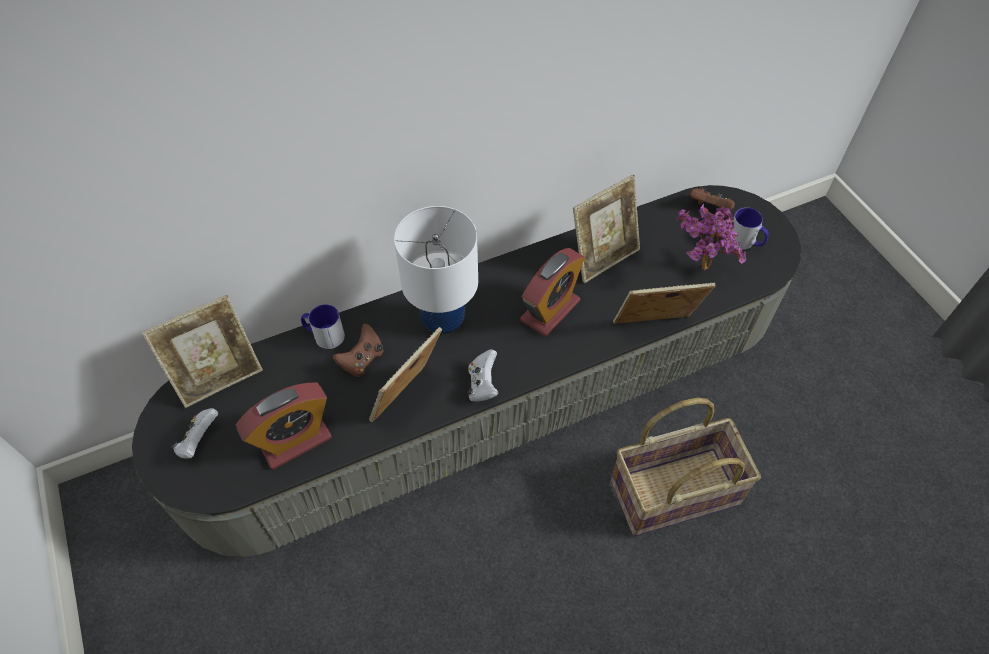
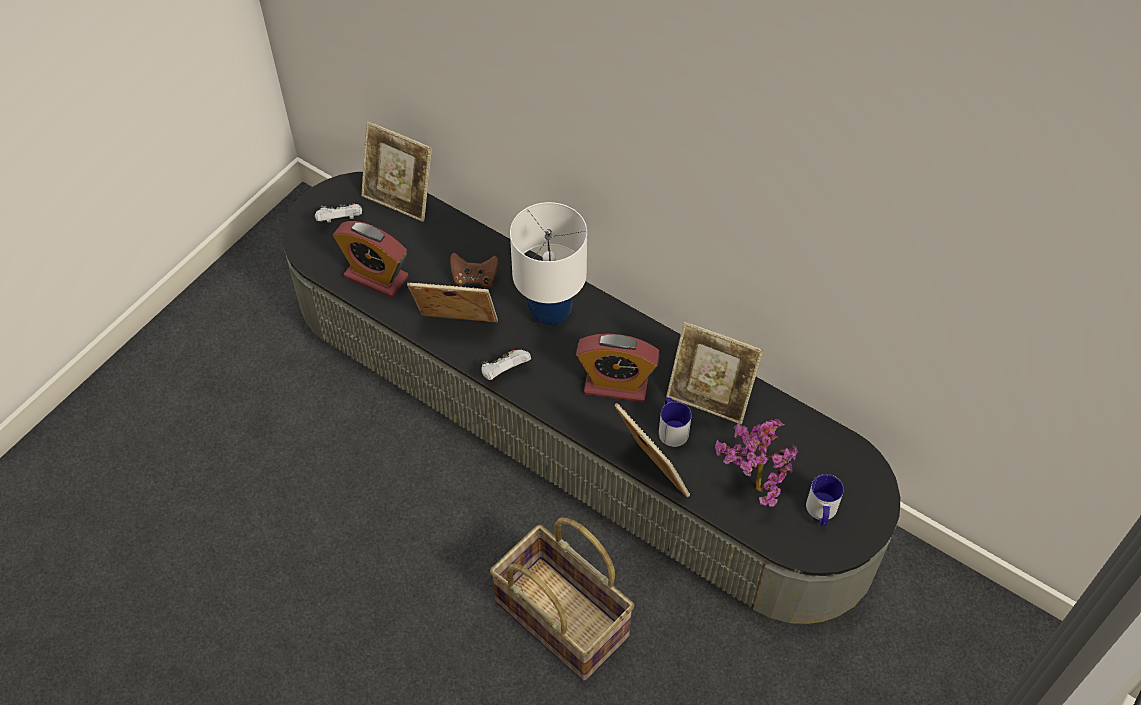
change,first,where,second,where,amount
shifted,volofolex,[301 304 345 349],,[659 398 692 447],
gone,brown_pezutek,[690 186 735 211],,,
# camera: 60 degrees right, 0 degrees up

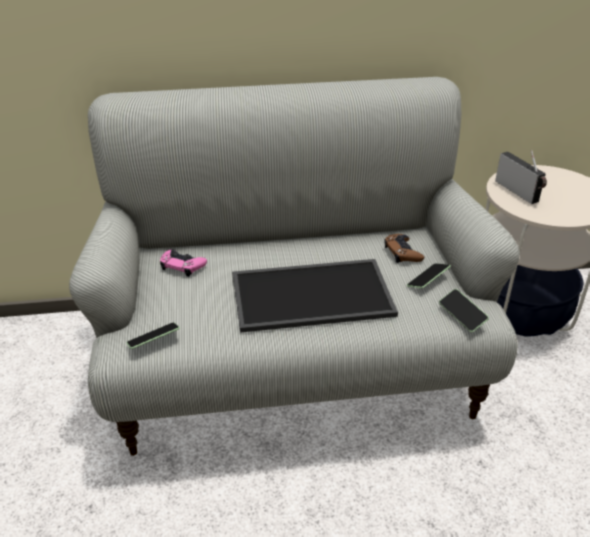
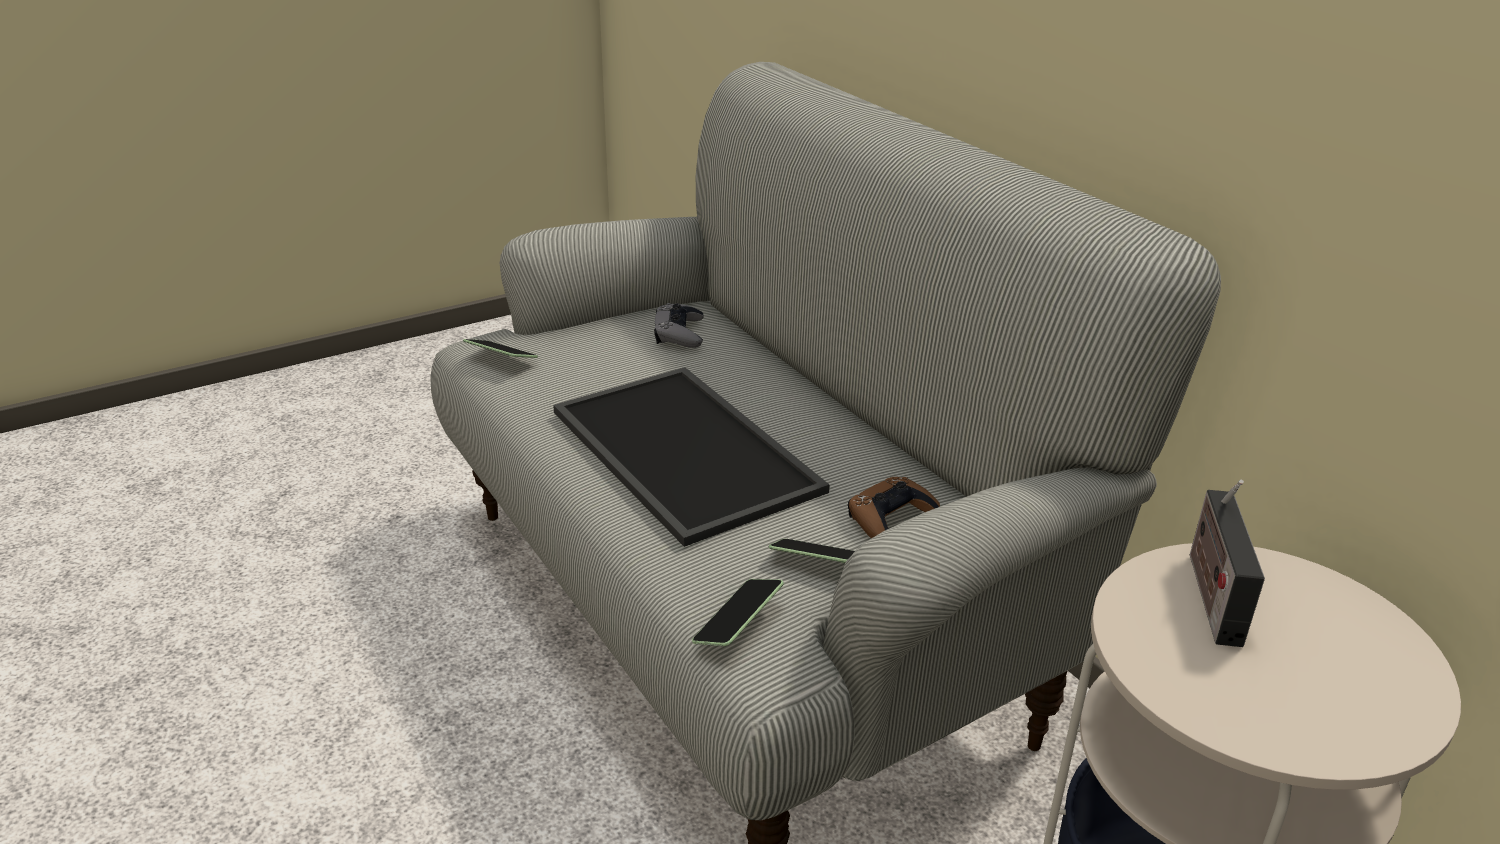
change,first,where,second,where,amount
repainted,pink_pezutek,[160 250 207 277],grey_pezutek,[654 303 704 348],
rotated,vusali,[495 150 547 204],,[1190 480 1265 647],150 degrees clockwise
# camera: 65 degrees right, 5 degrees down

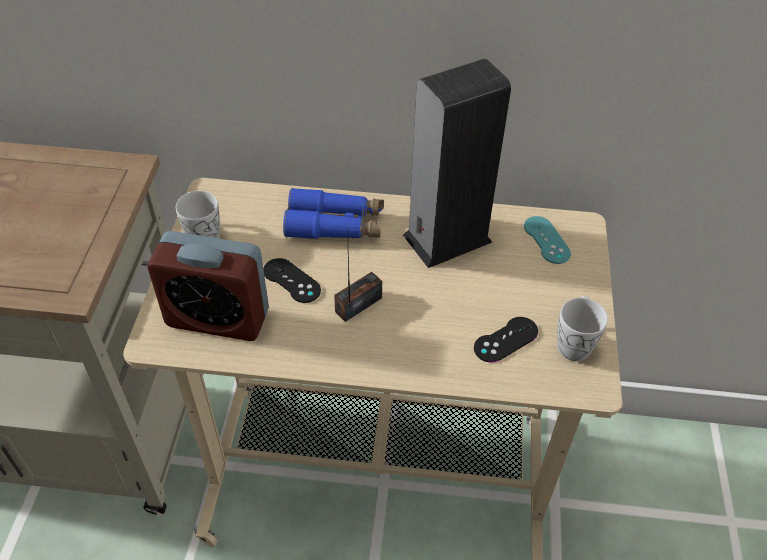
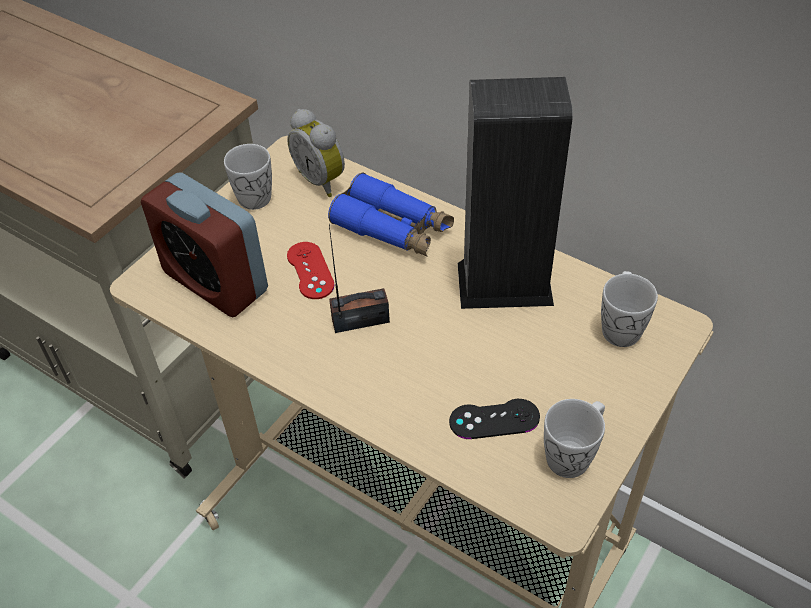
change,first,where,second,where,amount
new,,,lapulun,[287 109 345 197],
repainted,black_pezutek,[263 258 321 303],red_pezutek,[287 242 335 299],
swapped,turquoise_pezutek,[524 216 571 264],white_volofolex,[601 271 658 347],
# camera: 30 degrees right, 0 degrees up

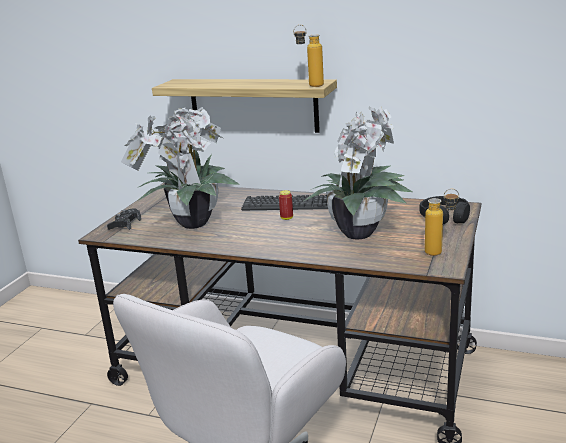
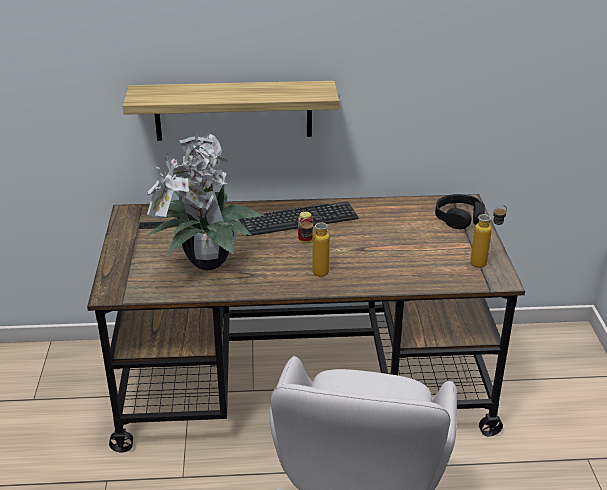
change,first,where,second,where,amount
shifted,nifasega,[293 25 324 87],,[300 218 330 277],
gone,black_pezutek,[107 208 141 230],,,
gone,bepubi,[304 106 413 239],,,
# camera: 25 degrees left, 10 degrees up

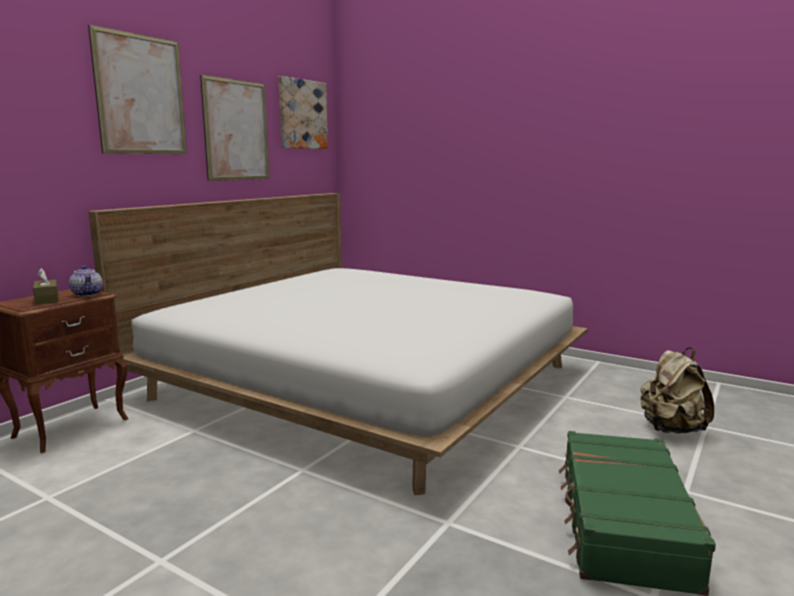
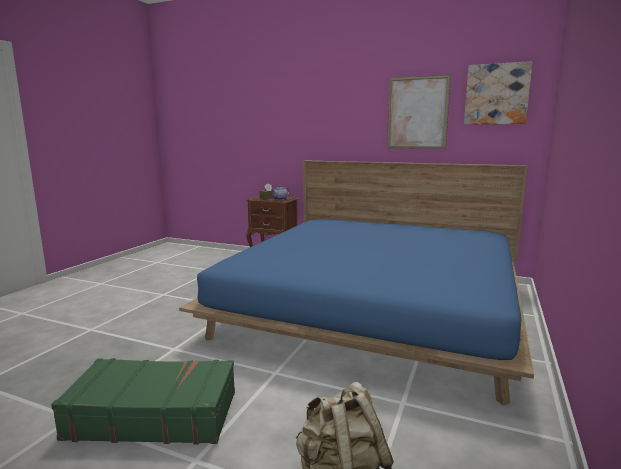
change,first,where,second,where,amount
repainted,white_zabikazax,[88 193 588 495],blue_zabikazax,[179 161 534 405],
gone,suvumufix,[88 25 187 154],,,
# camera: 80 degrees right, 0 degrees up

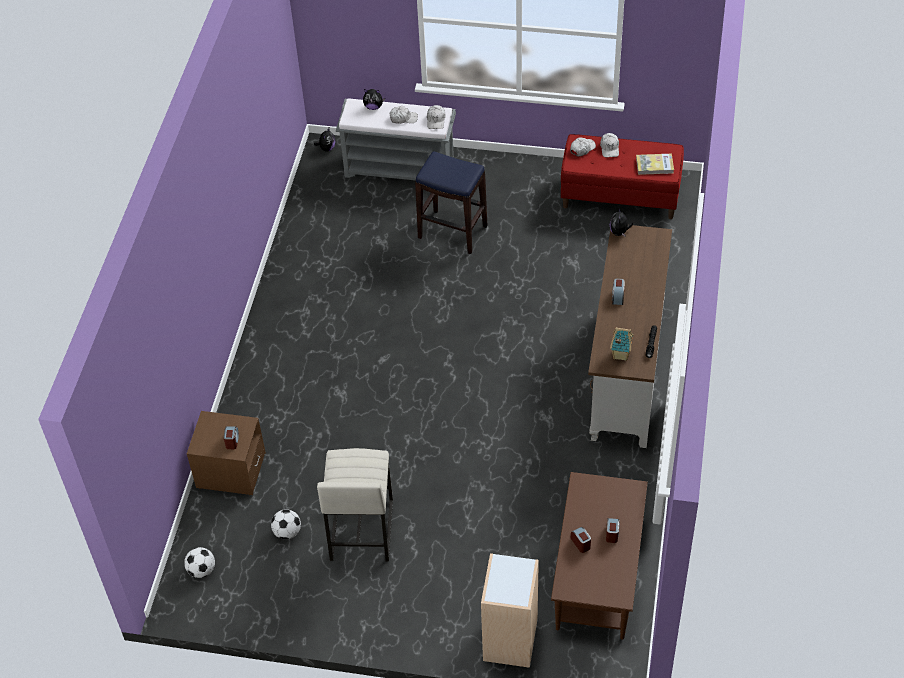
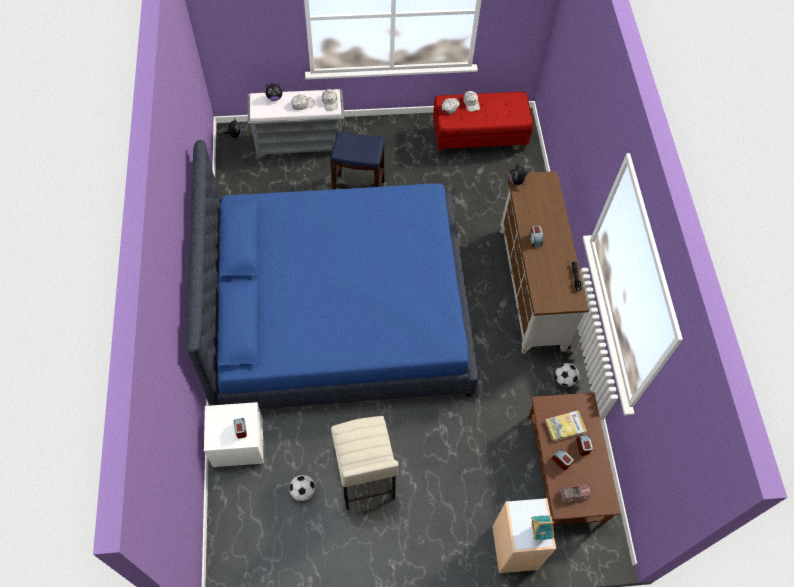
change,first,where,second,where,amount
new,,,blue_zabikazax,[185 140 478 409],
repainted,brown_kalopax,[187 411 266 495],white_kalopax,[204 402 264 467],
shifted,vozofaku,[610 328 634 361],,[531 516 554 540],
shifted,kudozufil,[636 154 674 175],,[545 410 587 442],
shifted,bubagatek,[184 547 215 578],,[555 363 579 387],
new,,,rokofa,[560 485 591 503],
# camera: 20 degrees left, 10 degrees up

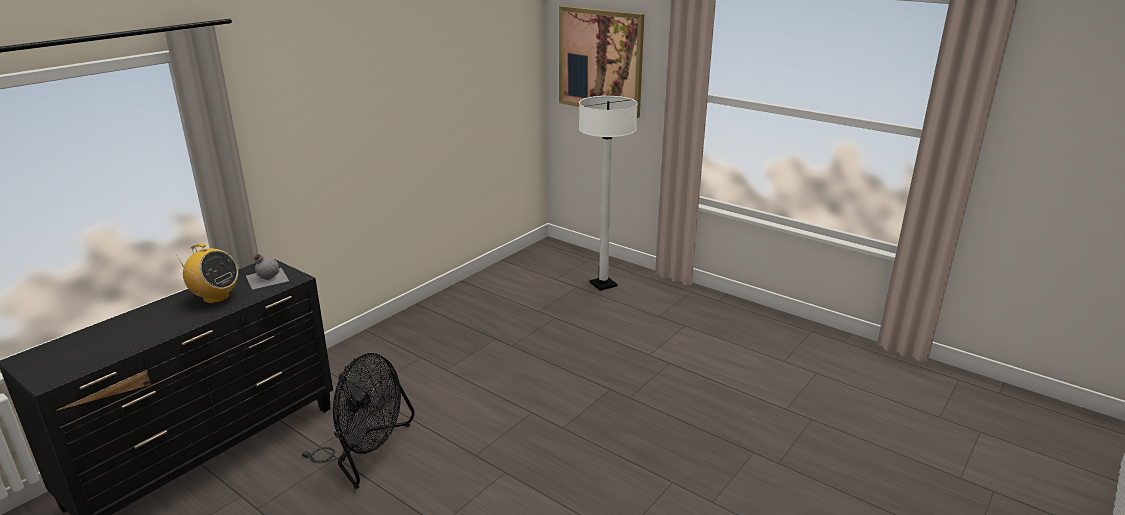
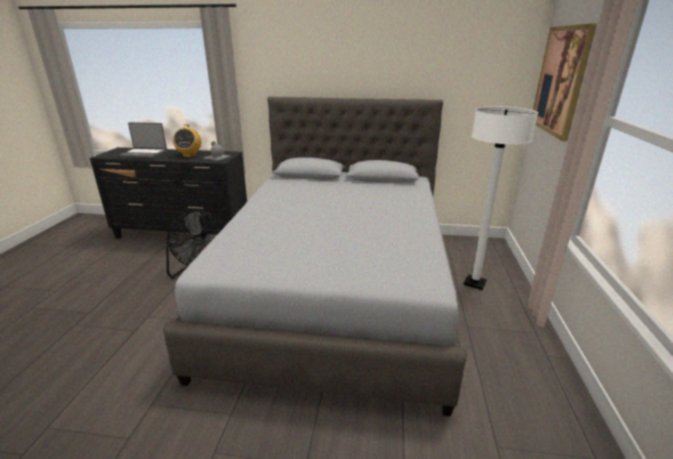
change,first,where,second,where,amount
new,,,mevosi,[118 122 167 159],
new,,,grey_zabikazax,[163 97 467 416],
# camera: 60 degrees right, 0 degrees up

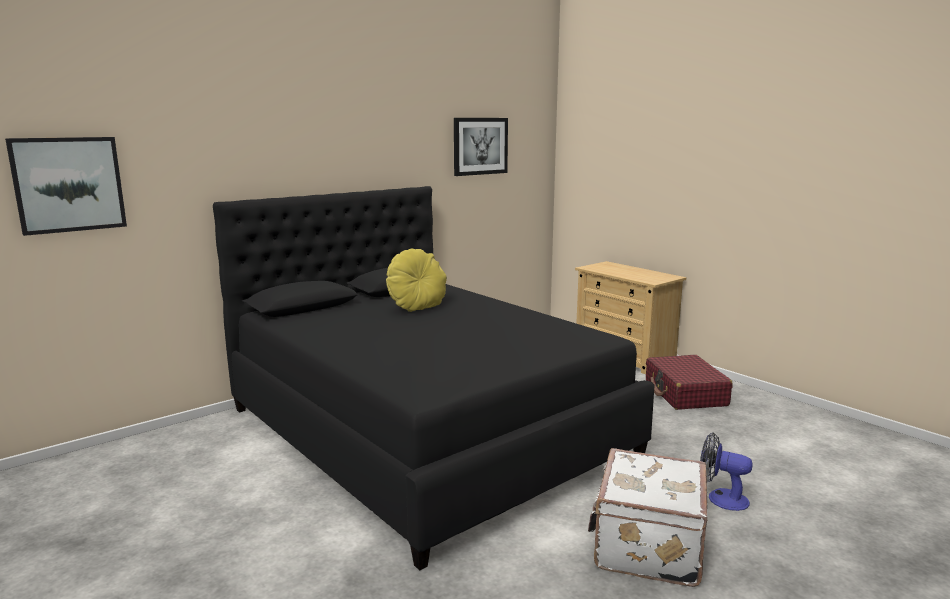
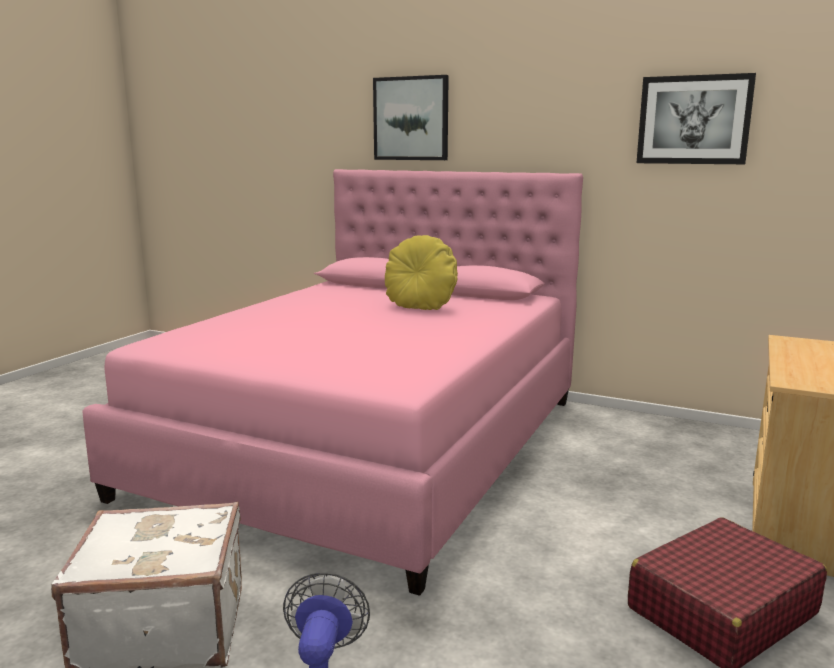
change,first,where,second,where,amount
repainted,black_zabikazax,[213 186 655 570],pink_zabikazax,[82 169 583 596],
shifted,suvumufix,[5 137 127 236],,[373 75 449 160],
# camera: 65 degrees right, 0 degrees up

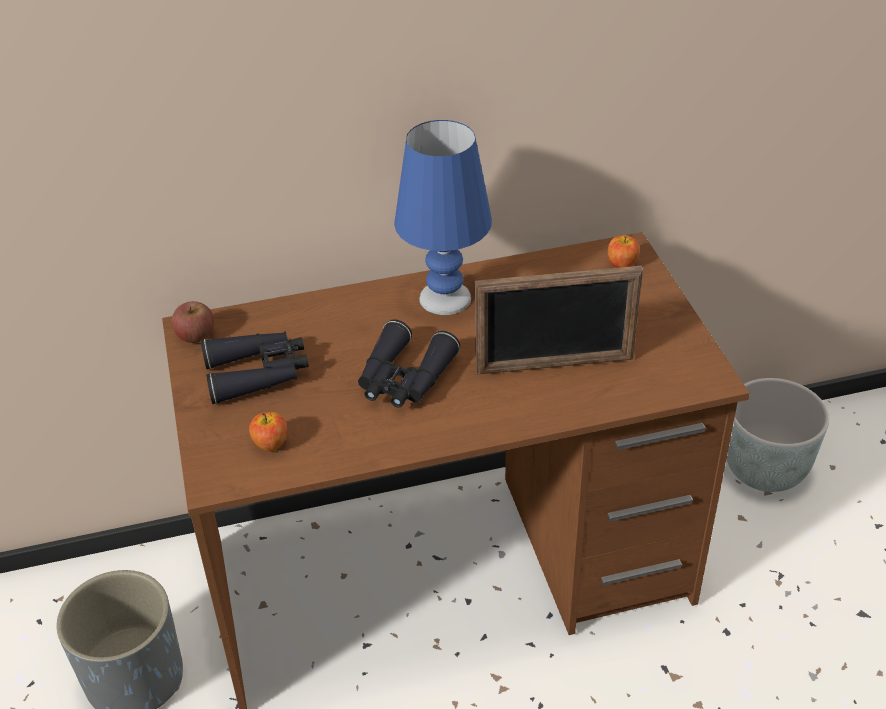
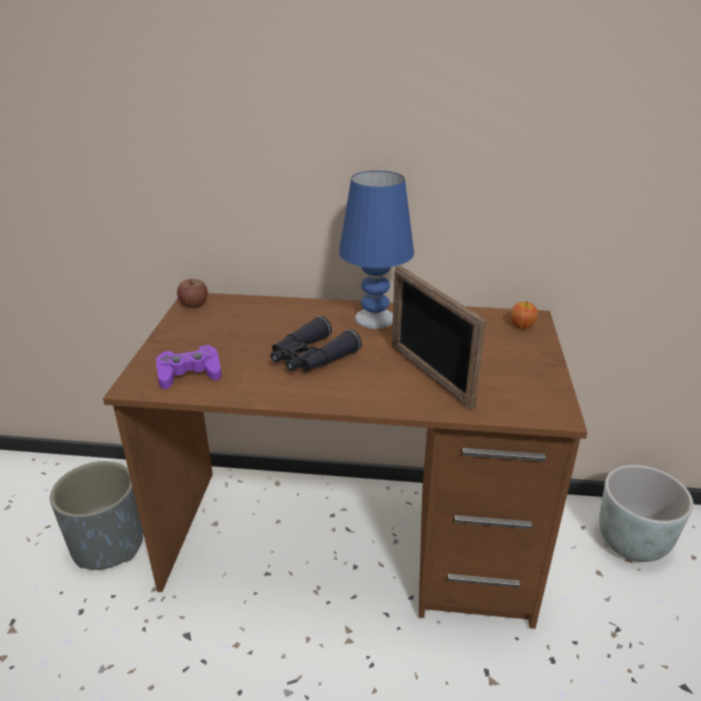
change,first,where,second,where,amount
swapped,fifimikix,[249 412 287 451],purple_pezutek,[156 345 222 389],
rotated,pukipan,[475 266 643 375],,[392 266 486 410],45 degrees clockwise
gone,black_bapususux,[201 331 309 404],,,
# camera: 20 degrees right, 10 degrees down

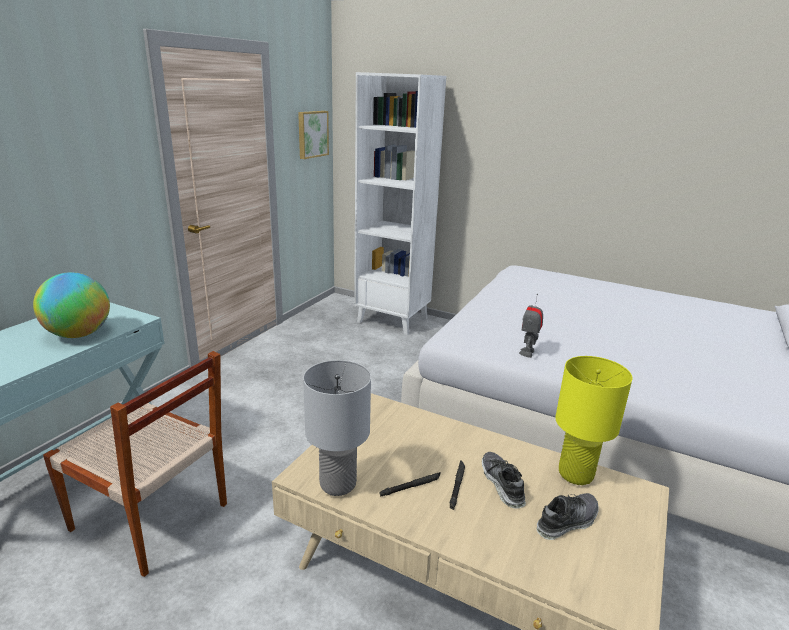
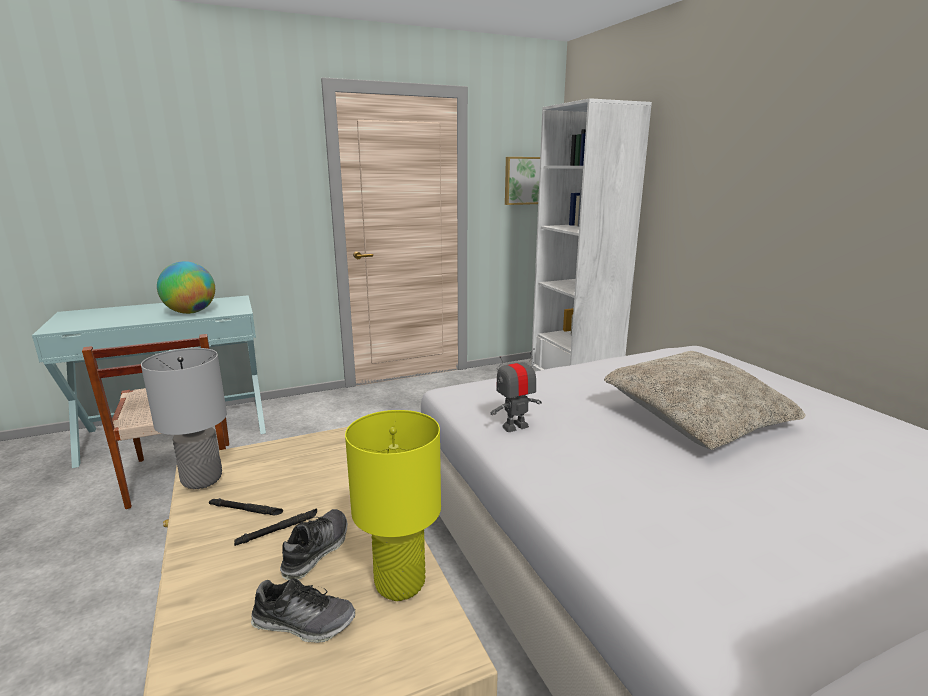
change,first,where,second,where,amount
new,,,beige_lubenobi,[604 351 806 450],
# camera: 40 degrees right, 5 degrees down

